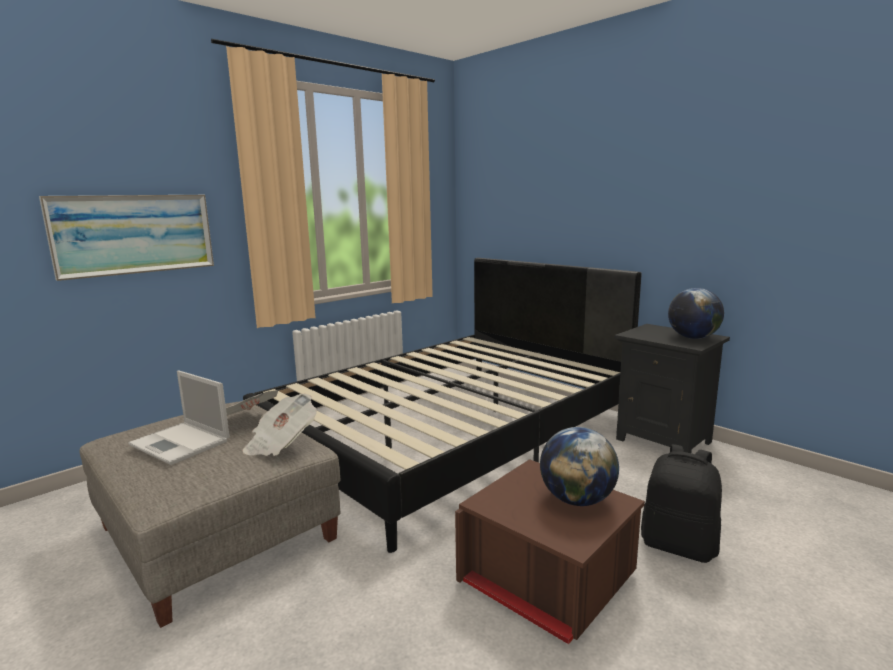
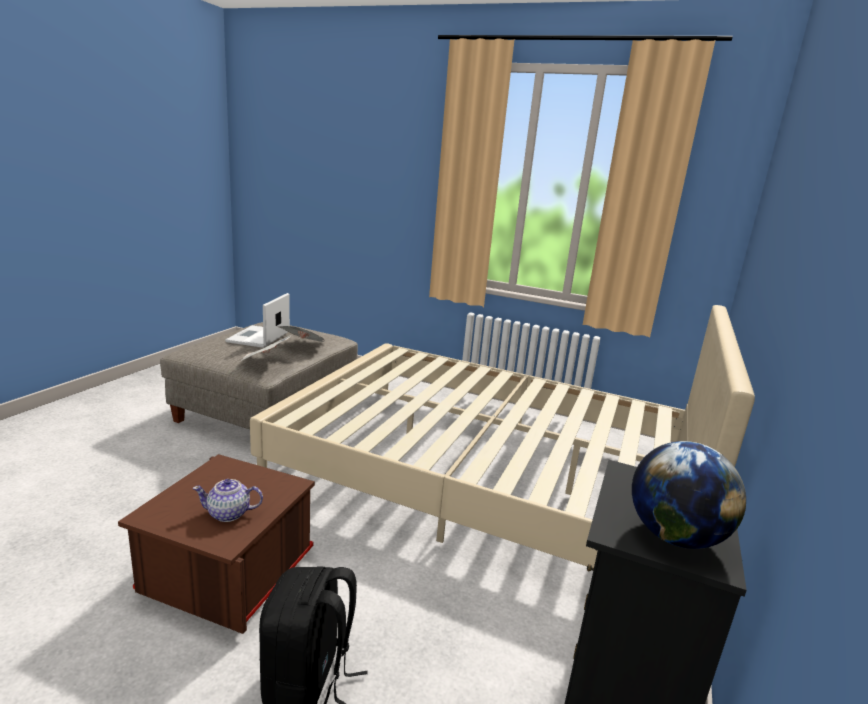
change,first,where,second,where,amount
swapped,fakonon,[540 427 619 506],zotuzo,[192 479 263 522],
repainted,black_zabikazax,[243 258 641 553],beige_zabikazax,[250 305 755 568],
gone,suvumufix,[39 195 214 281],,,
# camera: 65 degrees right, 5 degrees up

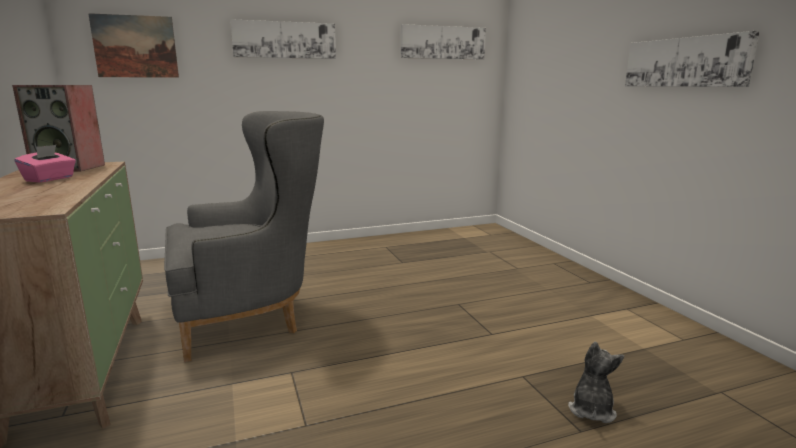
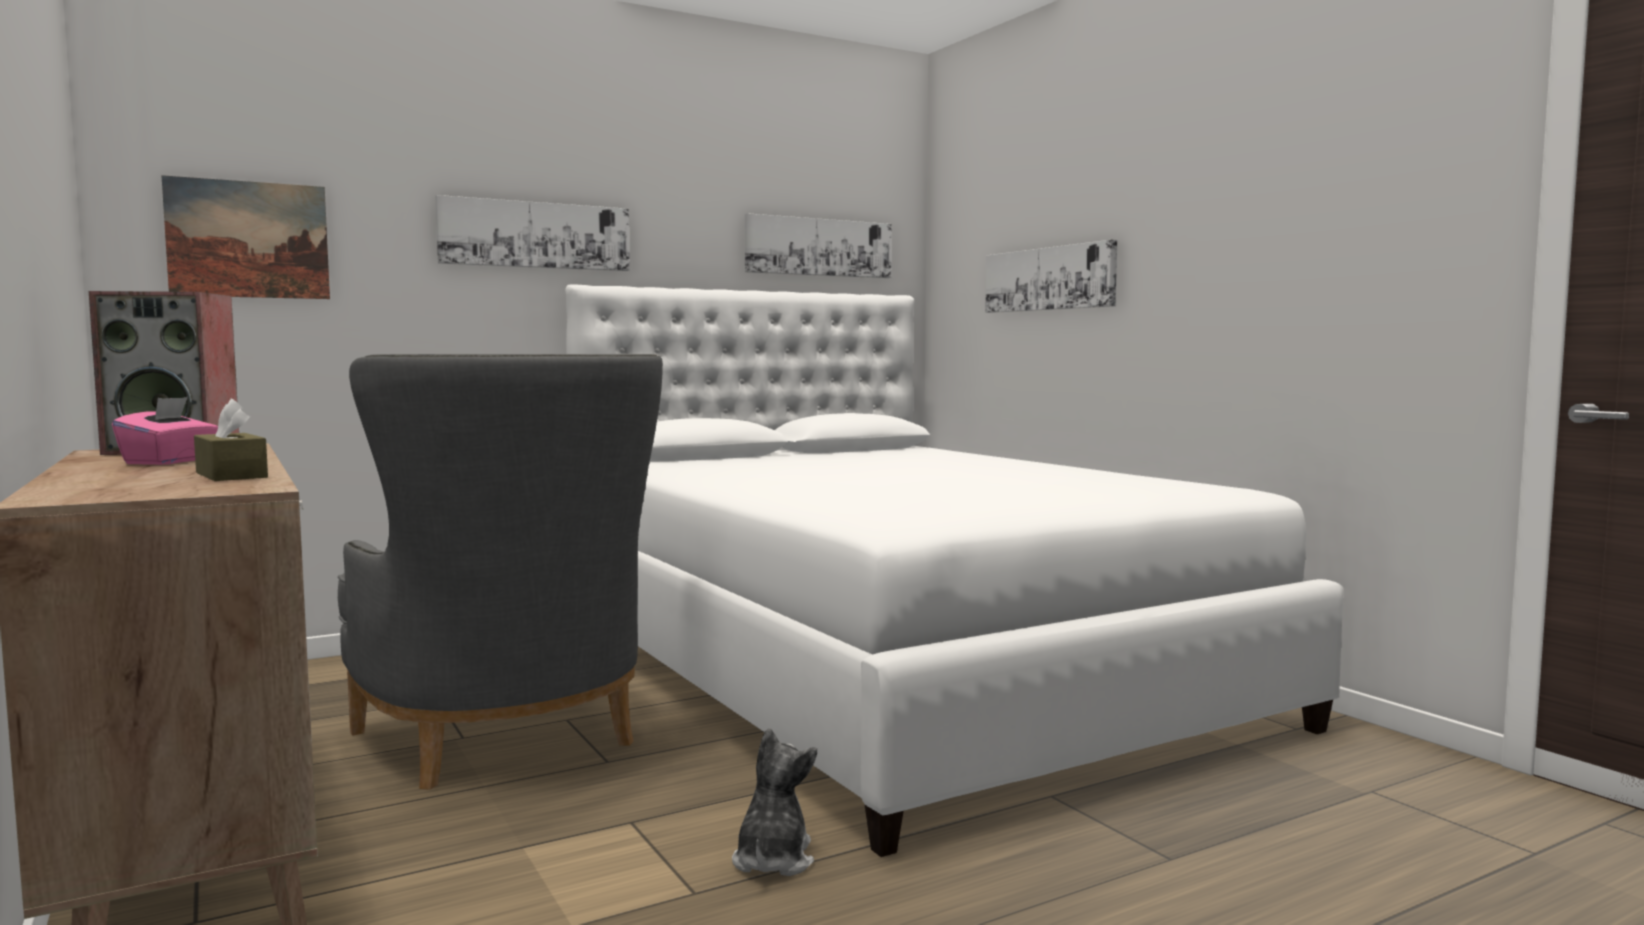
change,first,where,second,where,amount
new,,,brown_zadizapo,[194 399 268 481],
rotated,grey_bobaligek,[164 111 324 362],,[338 354 663 790],90 degrees clockwise
new,,,white_zabikazax,[565 284 1343 857],
shifted,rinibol,[568 342 624 423],,[732 728 817 876],
shifted,suvumufix,[625 31 760 87],,[985 240 1117 313],
# camera: 10 degrees left, 10 degrees down

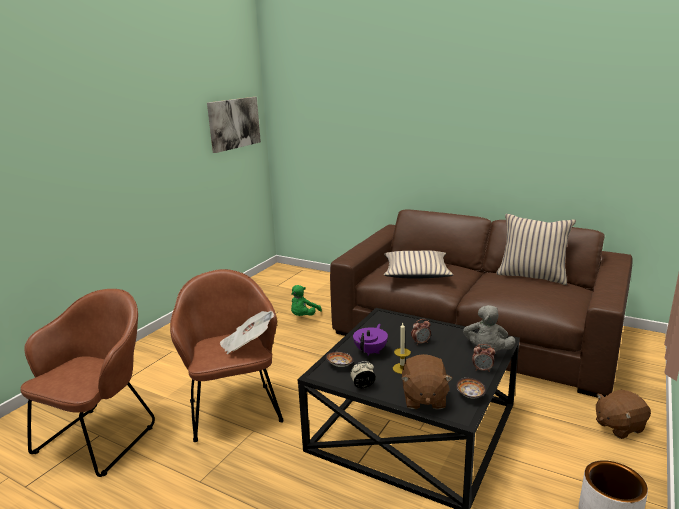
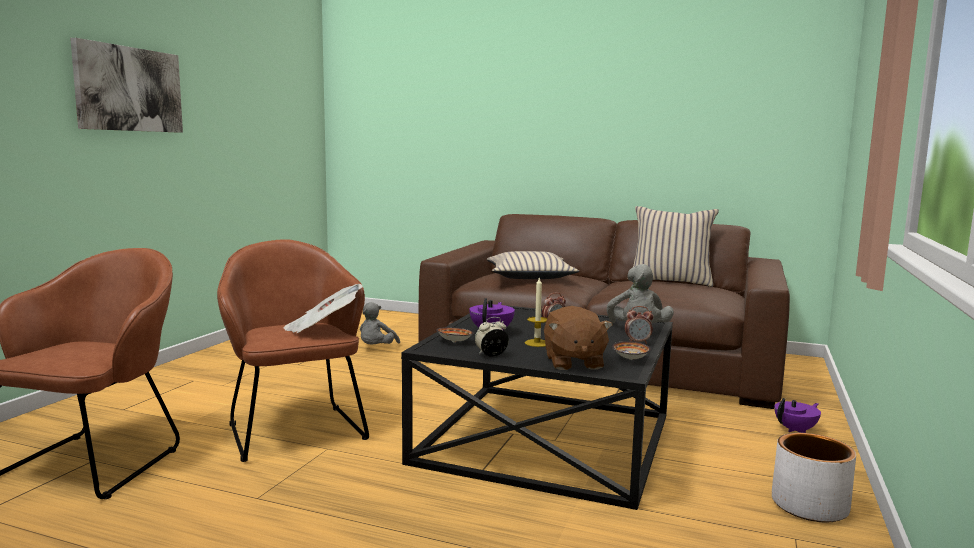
change,first,where,second,where,amount
shifted,suvumufix,[207 97 261 153],,[70 38 183 133],
repainted,green_rinibol,[291 285 322 316],grey_rinibol,[360 302 400 344],
swapped,brown_rinibol,[596 390 651 439],purple_zotuzo,[774 398 821 433],
# camera: 10 degrees left, 10 degrees down

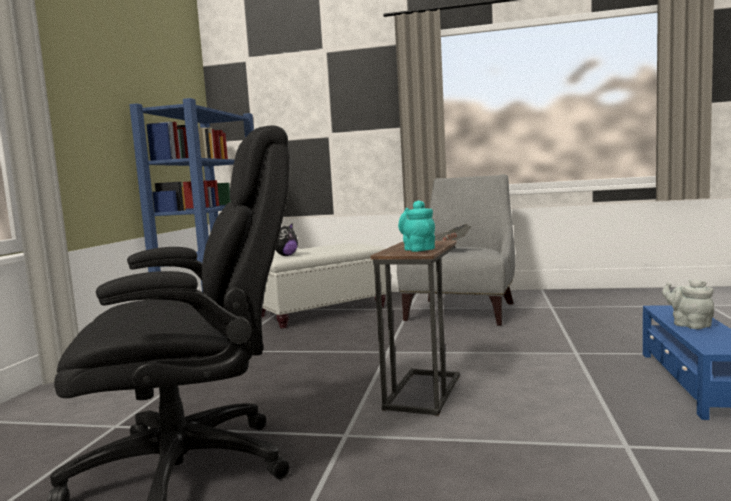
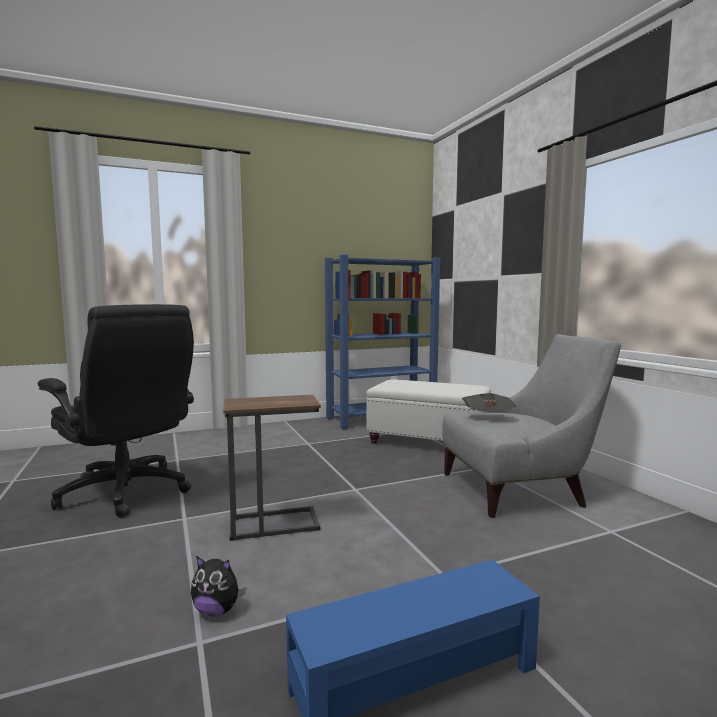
change,first,where,second,where,amount
shifted,rinibol,[275 223 298 256],,[191 556 247 616],
gone,turquoise_zotuzo,[398 200 435 252],,,
gone,grey_zotuzo,[662 279 714 329],,,
# camera: 55 degrees right, 0 degrees up

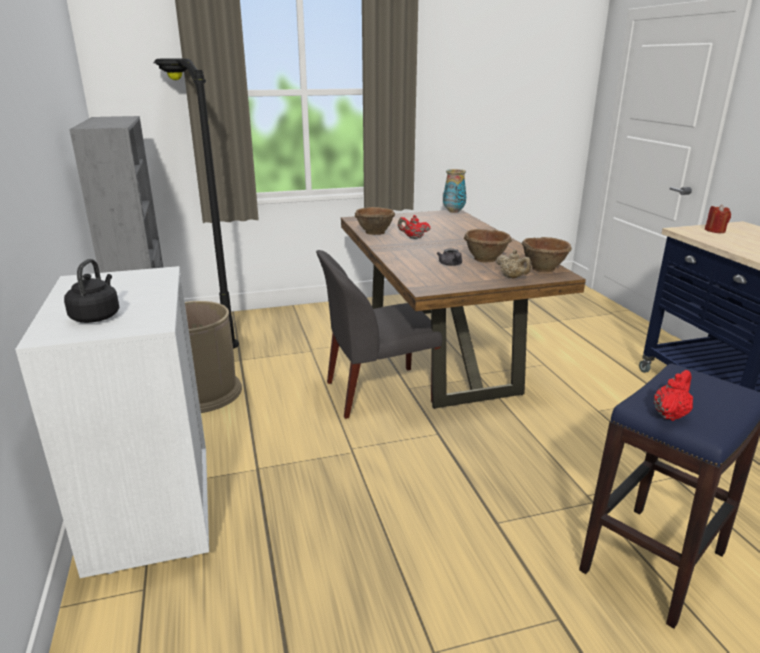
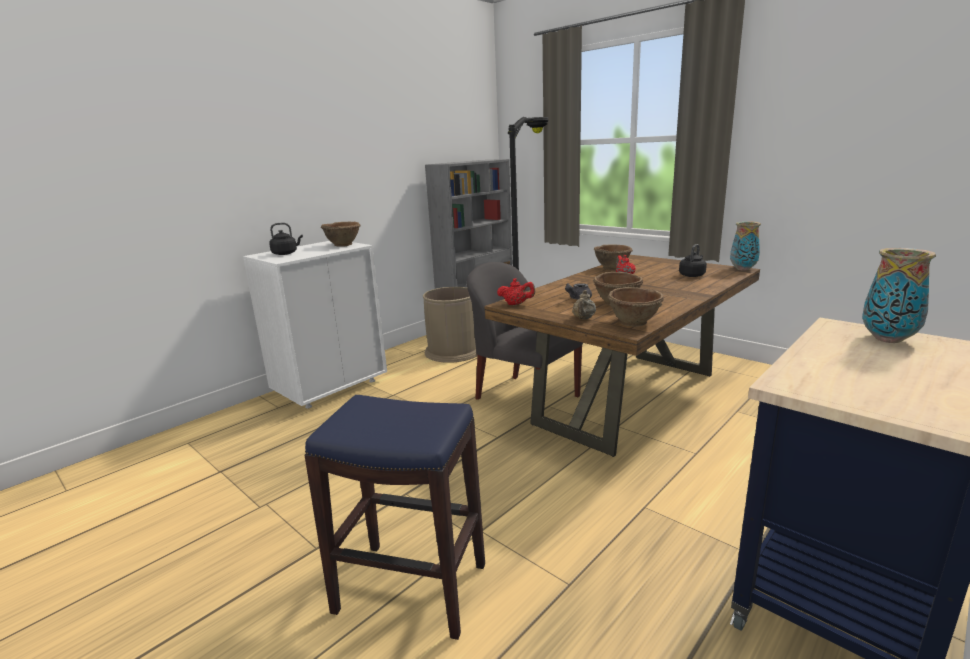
change,first,where,second,where,amount
new,,,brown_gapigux,[321 222 361 247],
shifted,red_zotuzo,[654 370 693 421],,[497 278 535 305],
new,,,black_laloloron,[679 244 707 277],
swapped,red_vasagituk,[705 205 731 233],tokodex,[862 248 936 343],
# camera: 60 degrees right, 5 degrees down

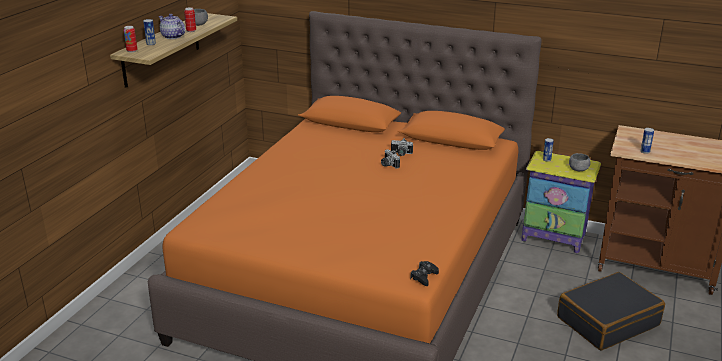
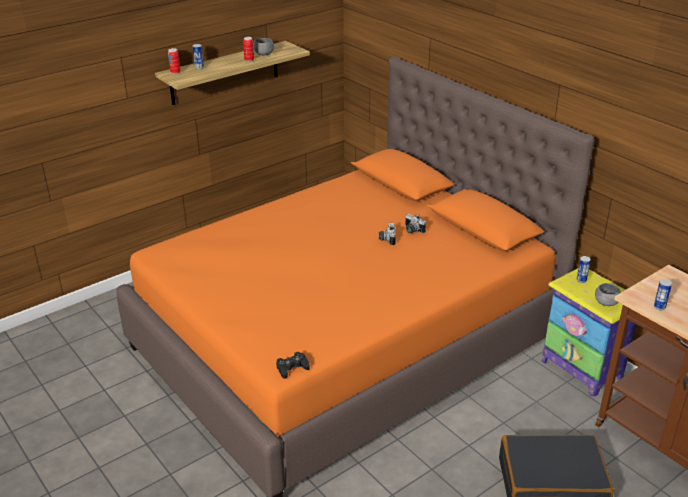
change,first,where,second,where,amount
gone,zotuzo,[159 14 185 39],,,
# camera: 30 degrees right, 5 degrees up

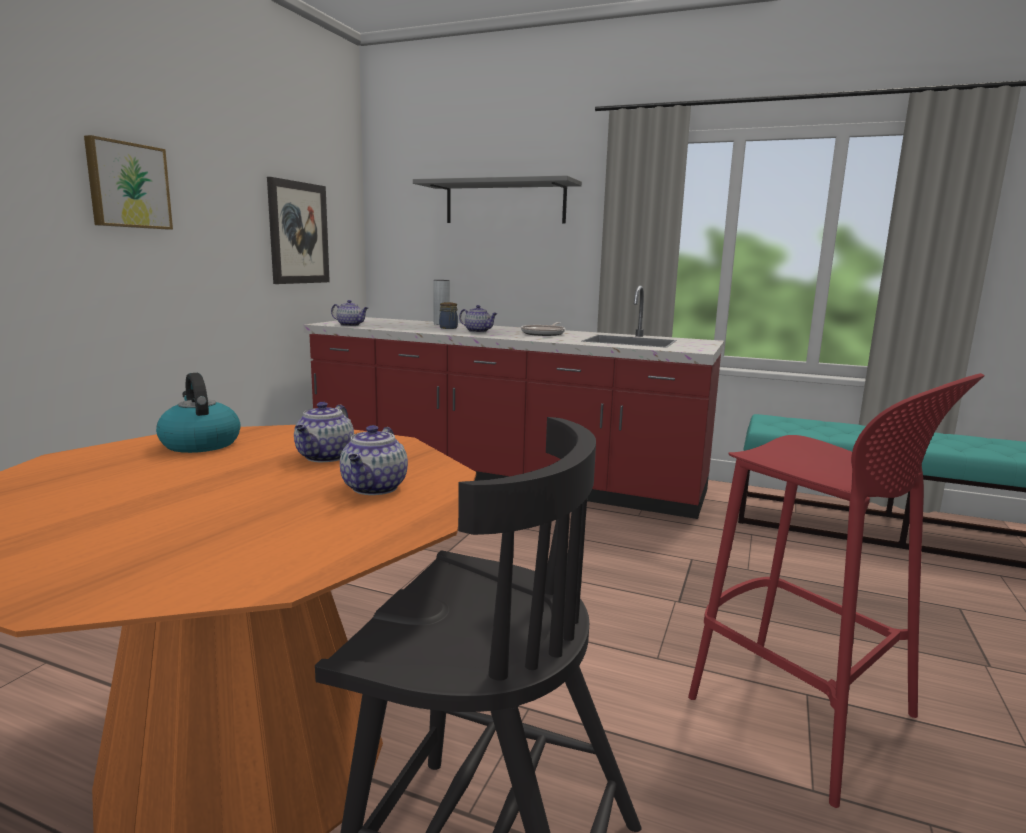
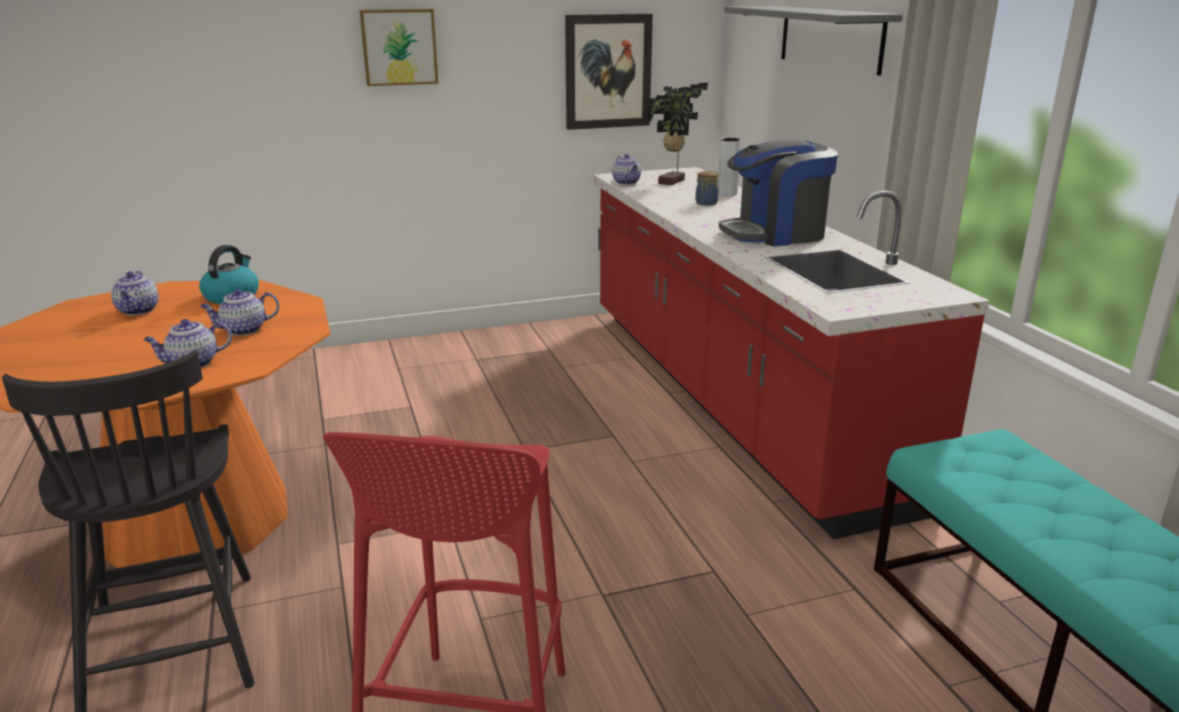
change,first,where,second,where,amount
shifted,zotuzo,[459 305 498 333],,[111 271 159 315],
new,,,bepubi,[648 83 708 185],
swapped,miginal,[521 322 565 336],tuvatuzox,[719 139 838 247],
# camera: 50 degrees right, 10 degrees up

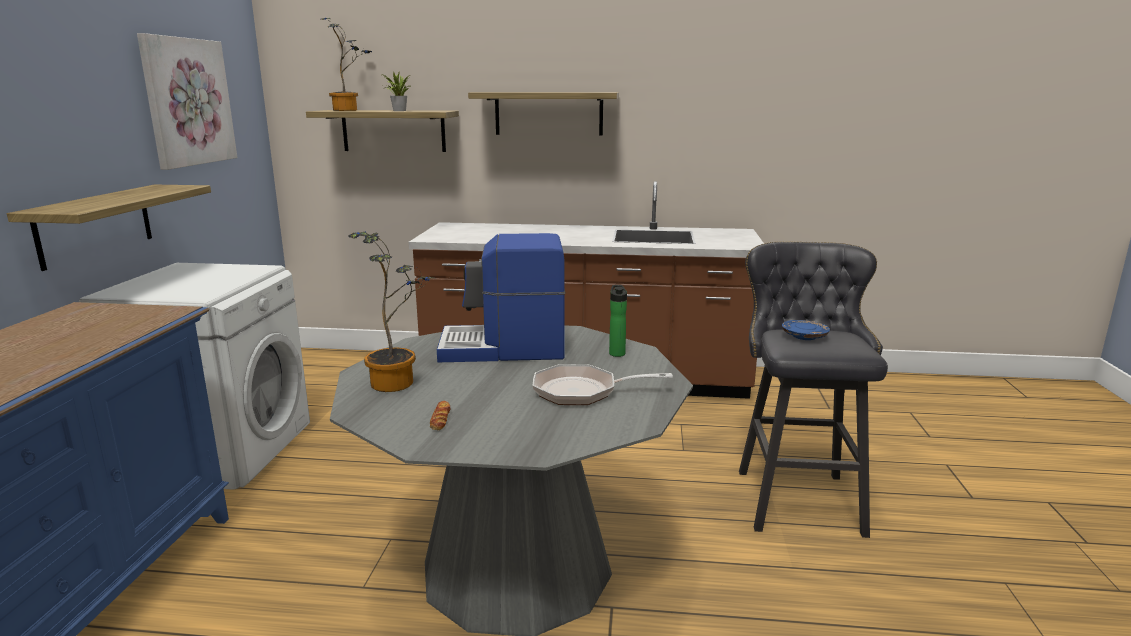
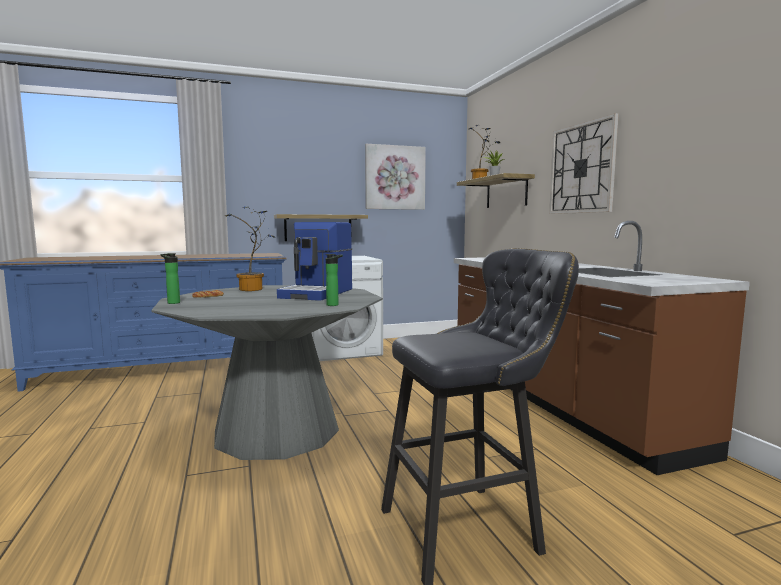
change,first,where,second,where,amount
new,,,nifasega,[161 253 180 304],
rotated,tuvatuzox,[437 233 565 362],,[277 222 352 301],135 degrees counterclockwise
swapped,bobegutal,[468 92 619 135],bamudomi,[549 113 619 214],
gone,miginal,[533 364 673 405],,,
gone,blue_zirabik,[782 320 830 340],,,
# camera: 65 degrees right, 10 degrees down

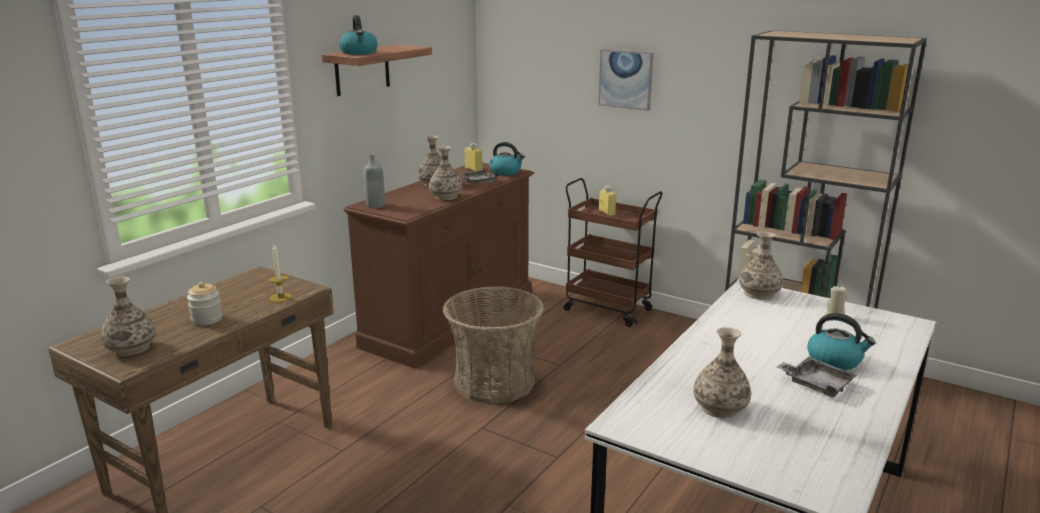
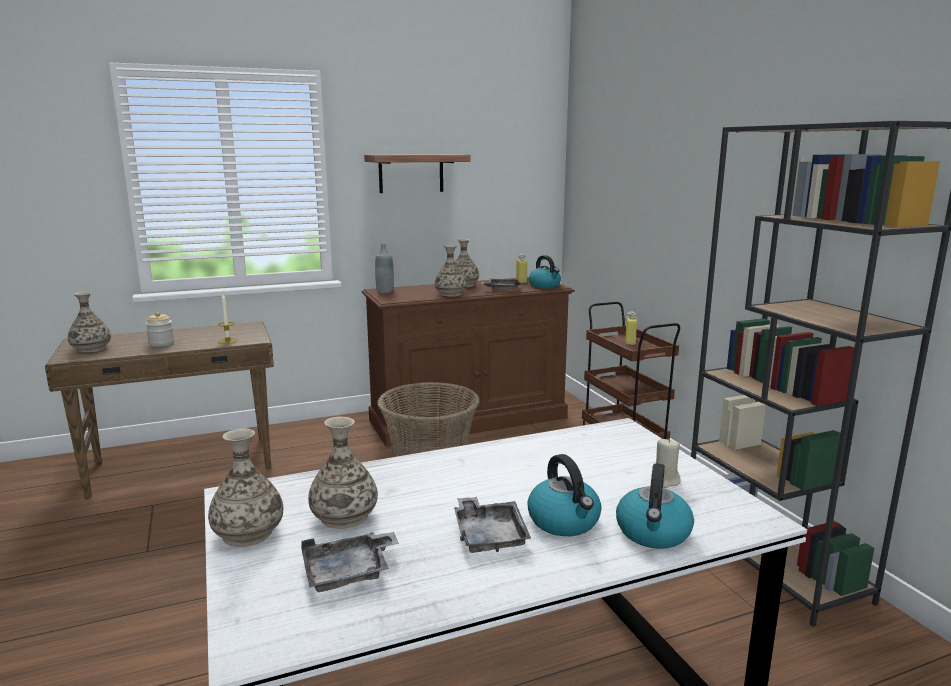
change,first,where,second,where,amount
shifted,tokodex,[739 232 783 300],,[208 429 283 547],
new,,,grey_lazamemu,[301 532 399 592],
shifted,laloloron,[339 15 378 55],,[616 463 694 549],
gone,suvumufix,[599 49 654 111],,,
# camera: 35 degrees right, 5 degrees down

